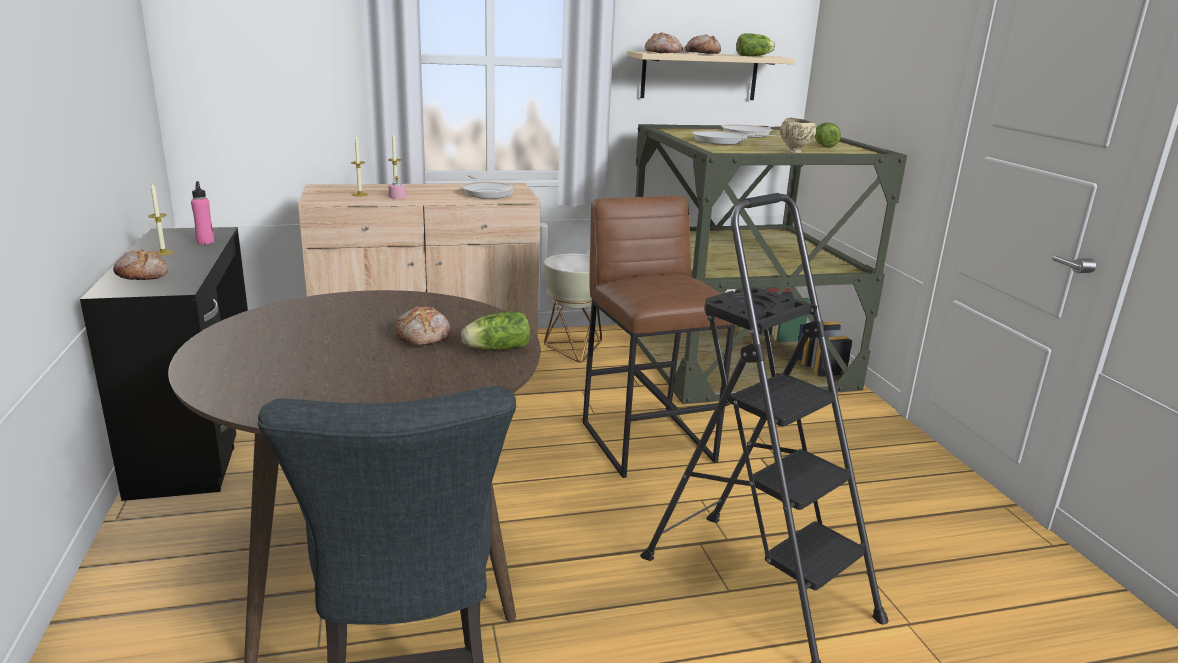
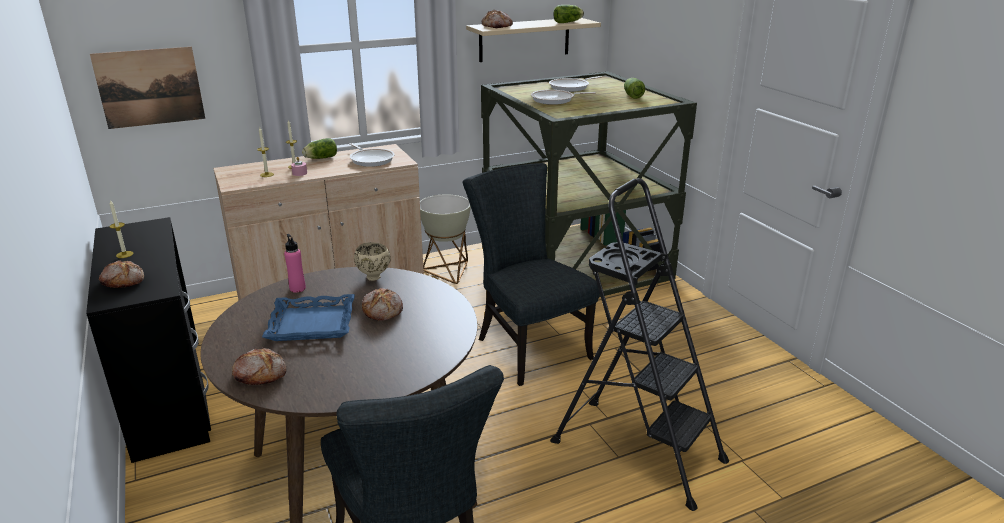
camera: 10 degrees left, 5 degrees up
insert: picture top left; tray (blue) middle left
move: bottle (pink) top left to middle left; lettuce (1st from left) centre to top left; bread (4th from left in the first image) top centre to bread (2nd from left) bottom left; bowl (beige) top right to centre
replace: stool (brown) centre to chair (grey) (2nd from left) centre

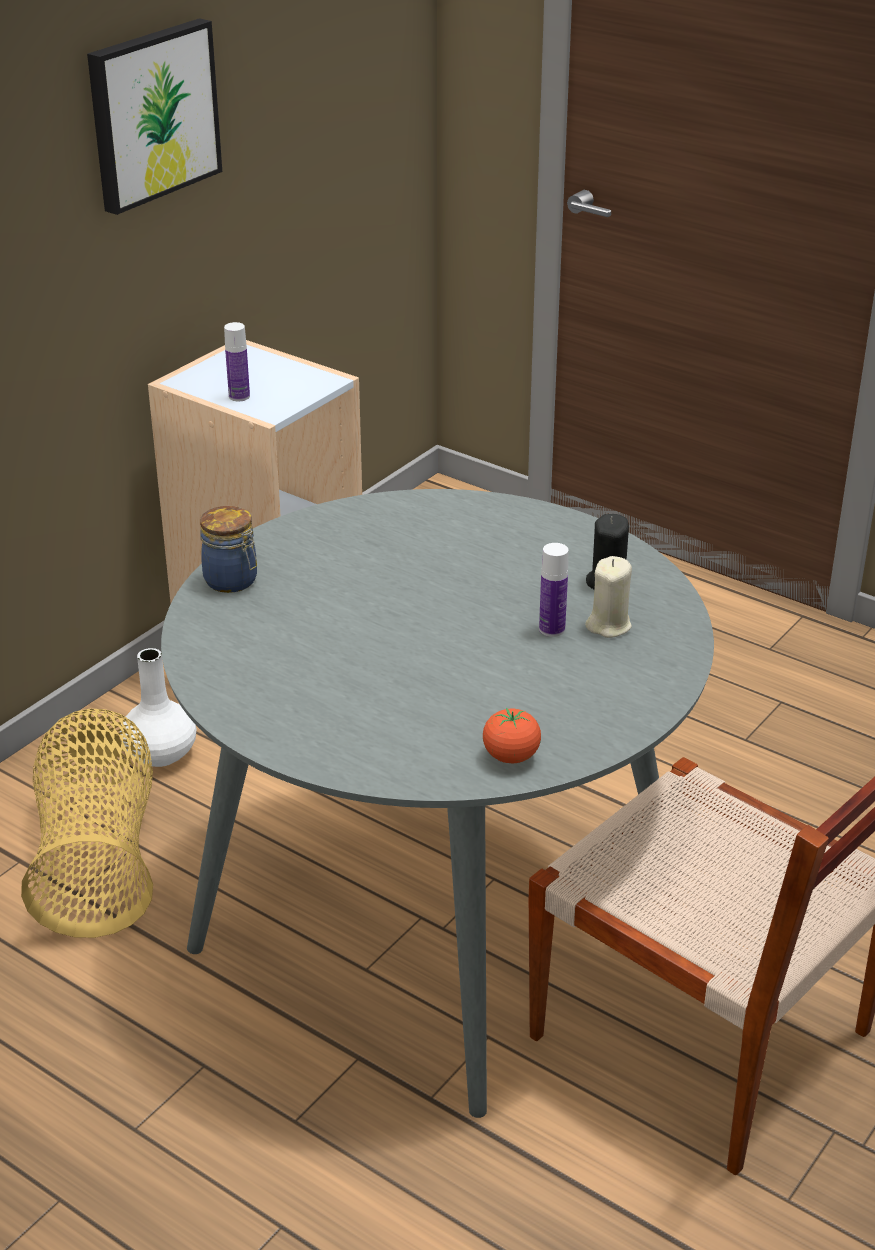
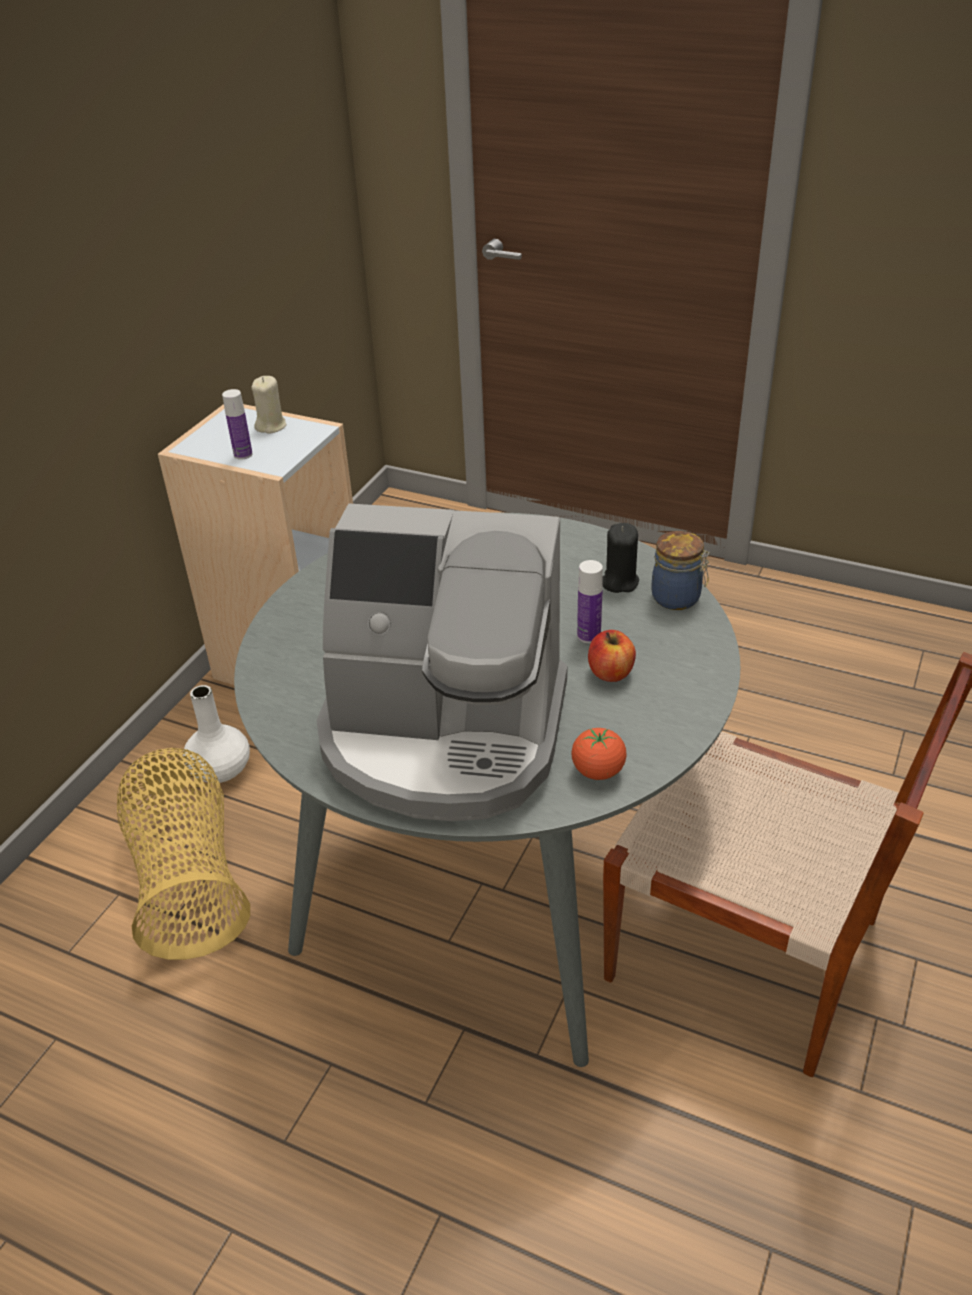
camera: 10 degrees left, 5 degrees up
delete: picture top left
insert: coffee machine centre; apple centre
move: jar middle left to middle right; candle (beige) middle right to top left

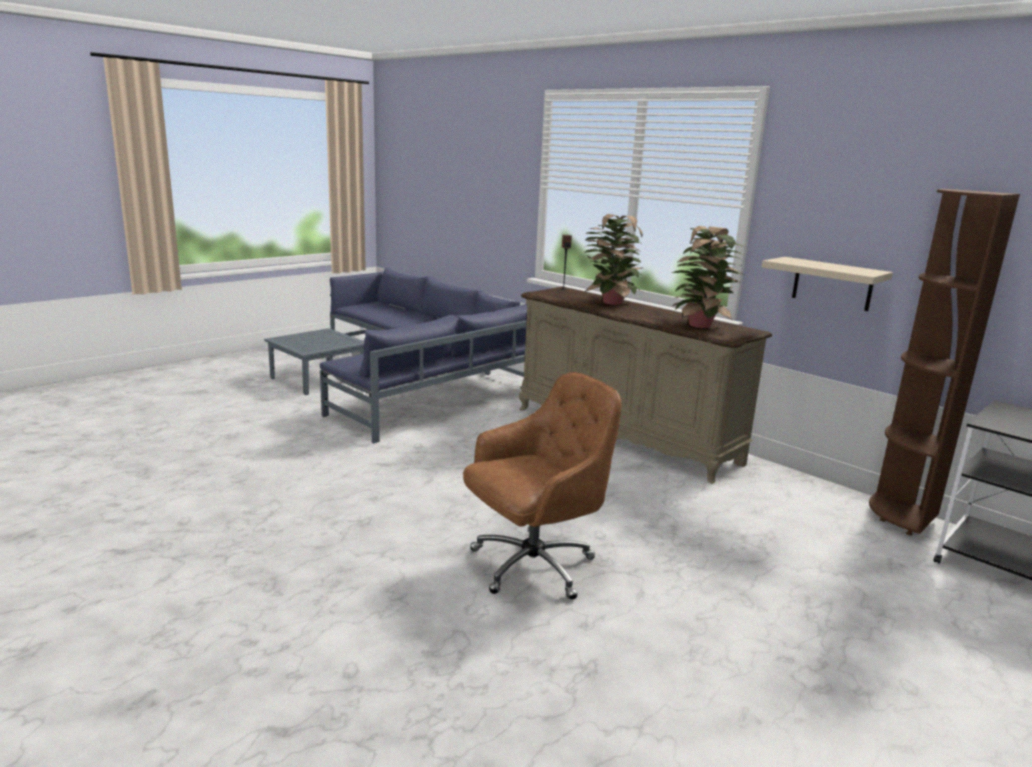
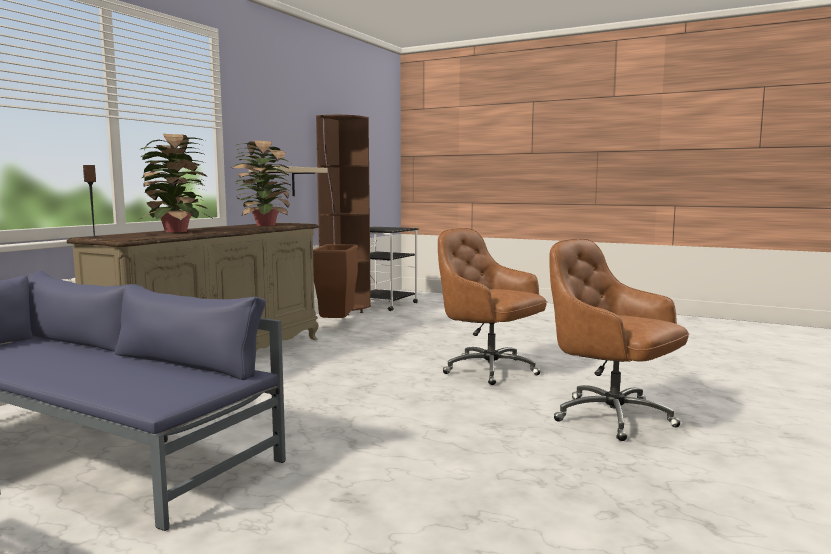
camera: 105 degrees left, 10 degrees down
insert: trash can (brown) centre; office chair (brown) (2nd from left) middle right

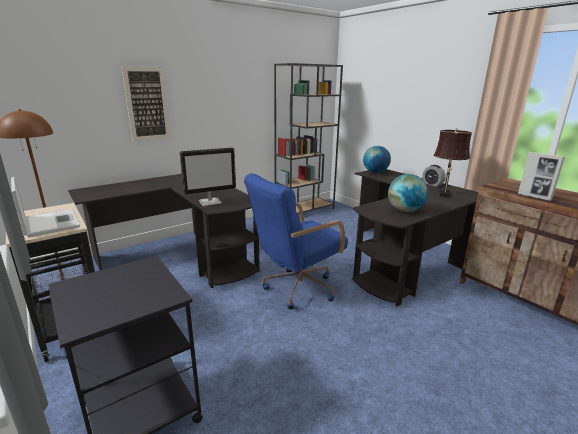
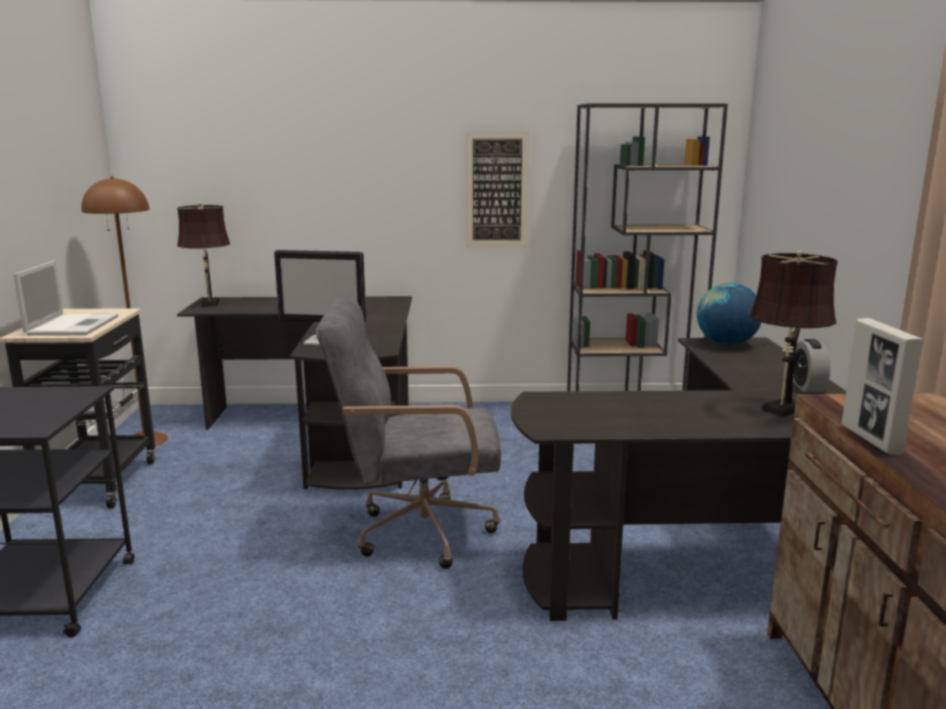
camera: 35 degrees right, 5 degrees down
delete: globe (2nd from left) middle right
insert: table lamp (brown) (1st from left) middle left
move: picture top left to top centre
recolor: office chair (blue) centre to office chair (grey) centre

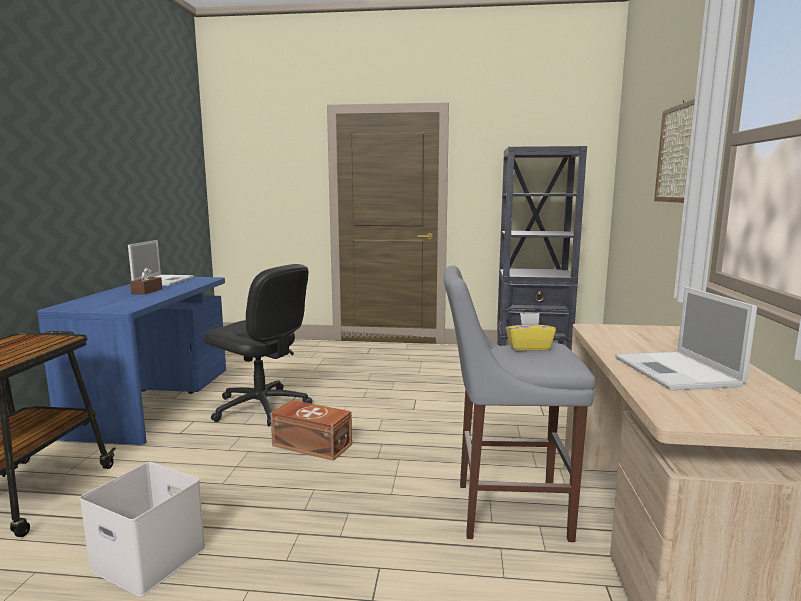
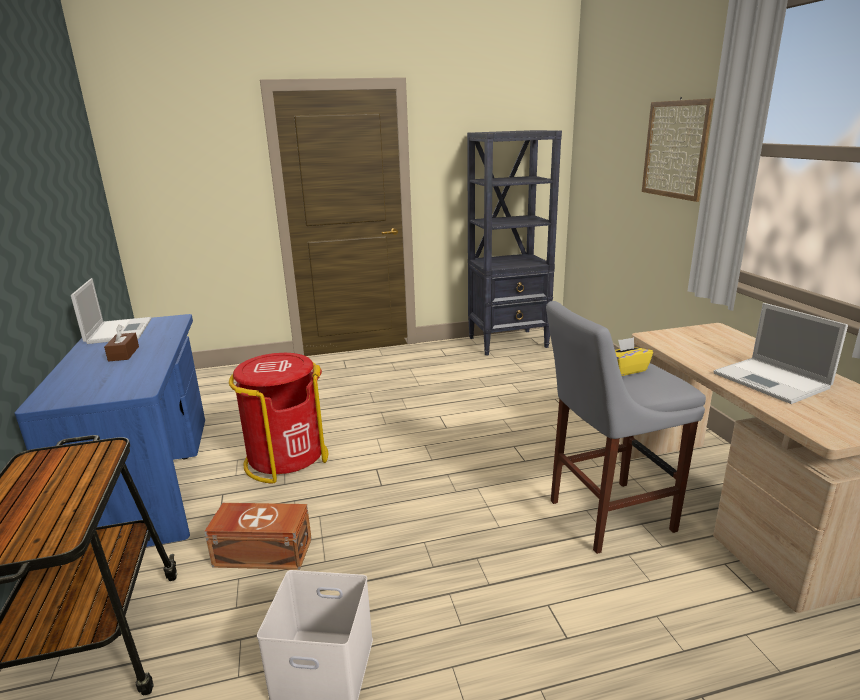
camera: 20 degrees left, 10 degrees up
move: storage box (brown) bottom centre to bottom left
replace: office chair (black) middle left to trash can (red) middle left

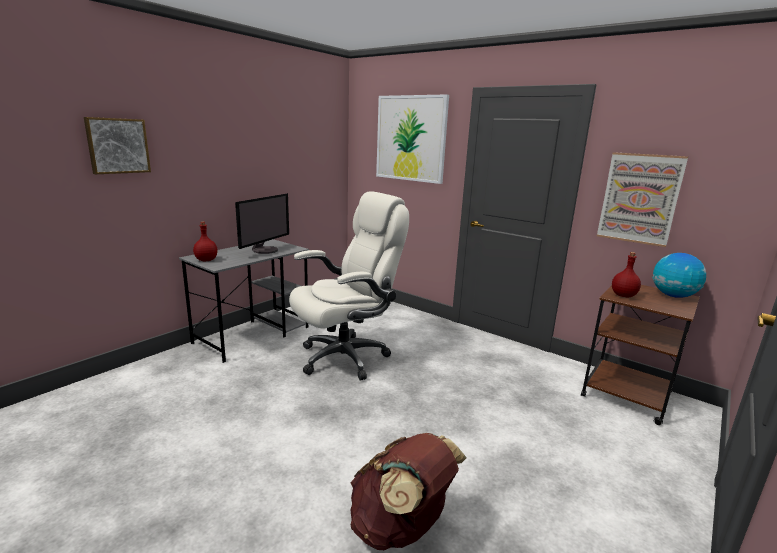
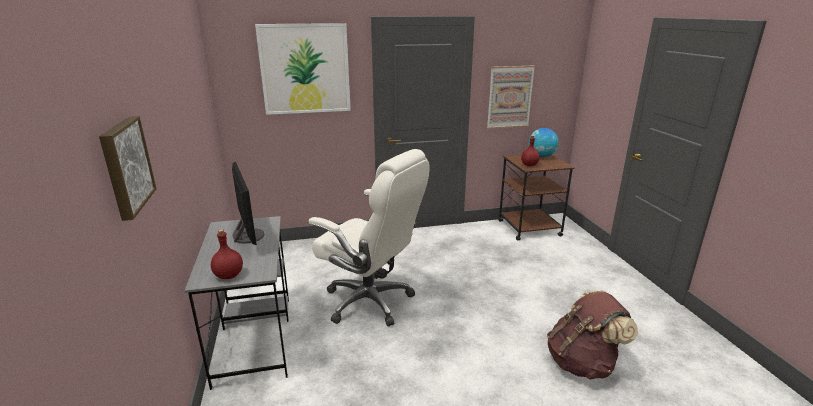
camera: 50 degrees left, 5 degrees up
rotate: office chair (white) centre = centre 120 degrees clockwise

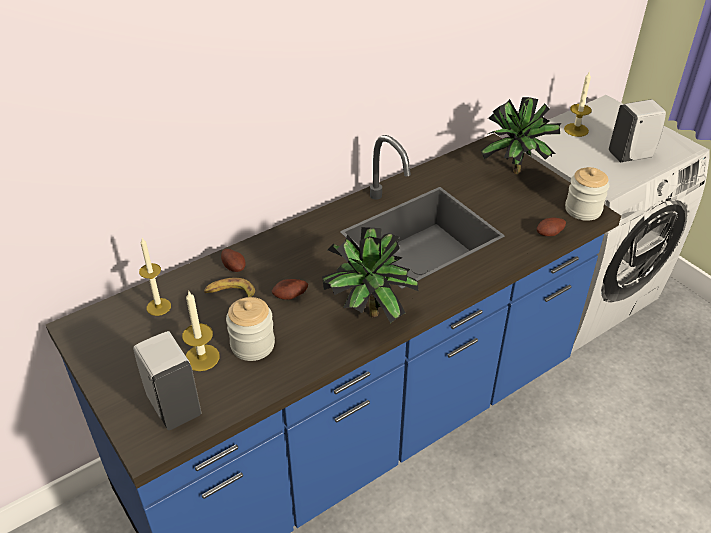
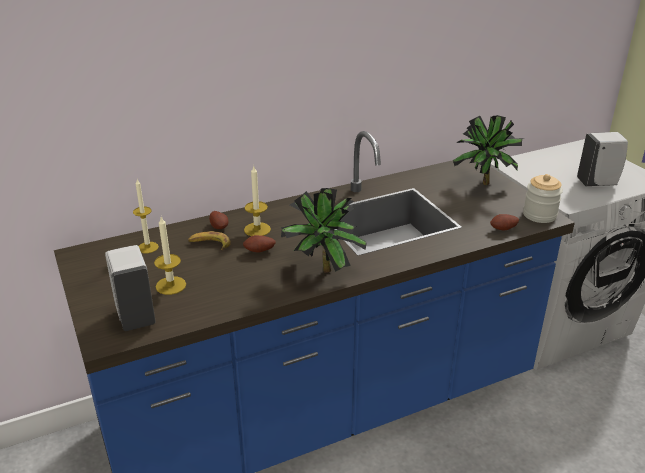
camera: 10 degrees right, 10 degrees down
delete: jar (1st from left) centre
move: candle (3rd from left) top right to centre

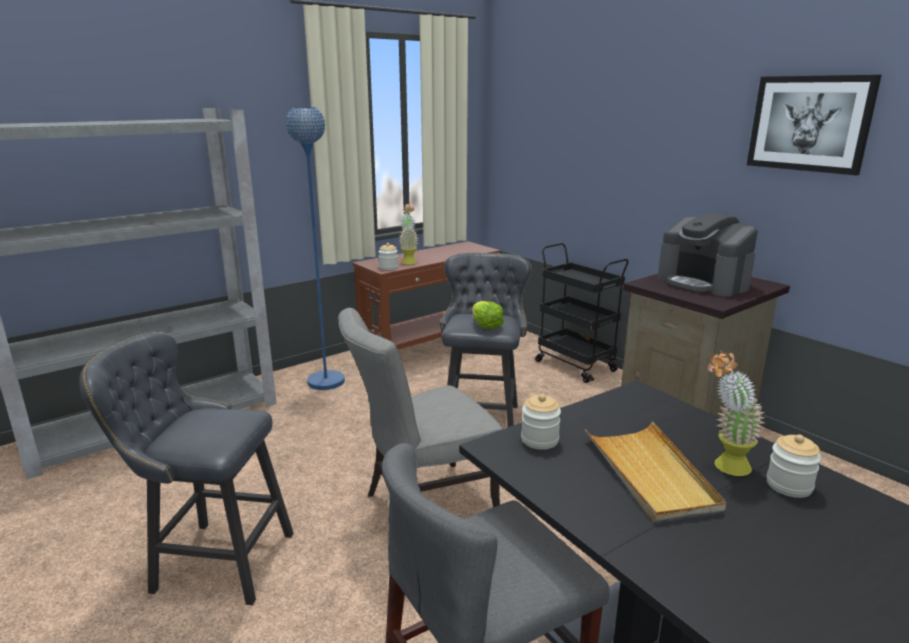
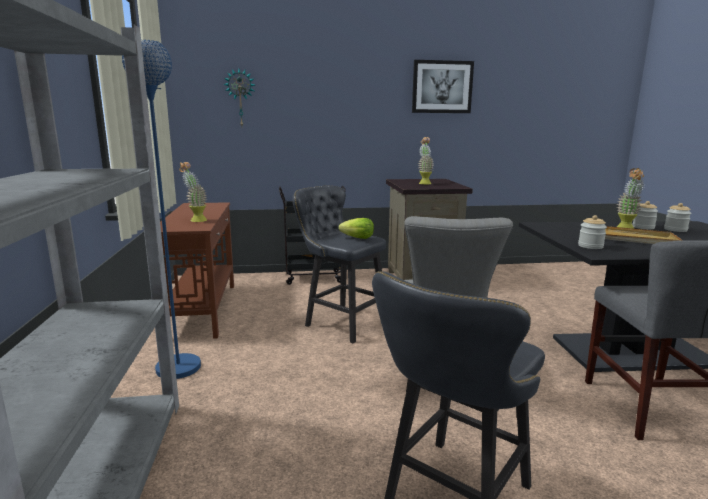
camera: 60 degrees left, 5 degrees down
insert: wall clock top centre
move: jar (1st from left in the first image) centre to jar (3rd from left) middle right
replace: coffee machine middle right to potted plant (2nd from left) top centre

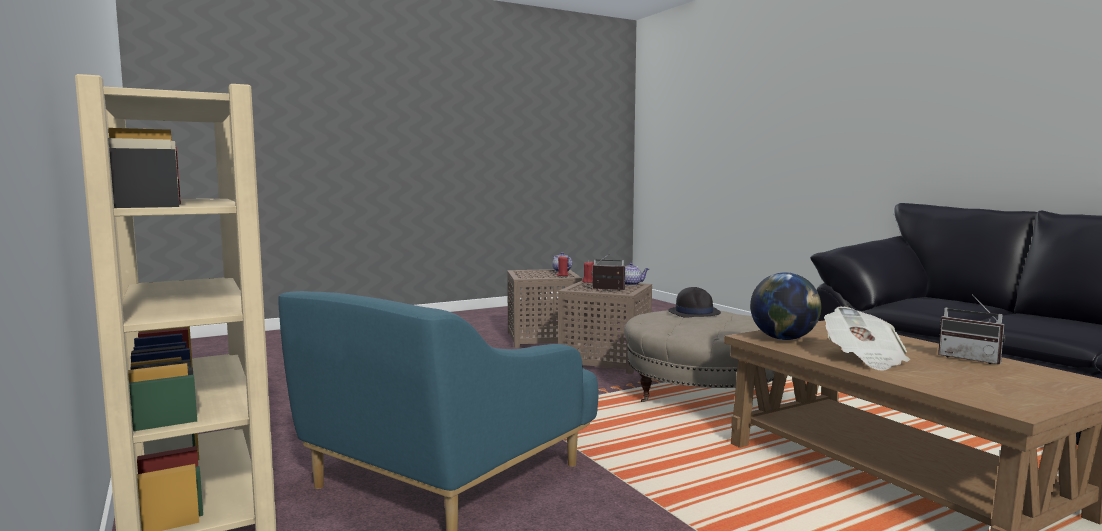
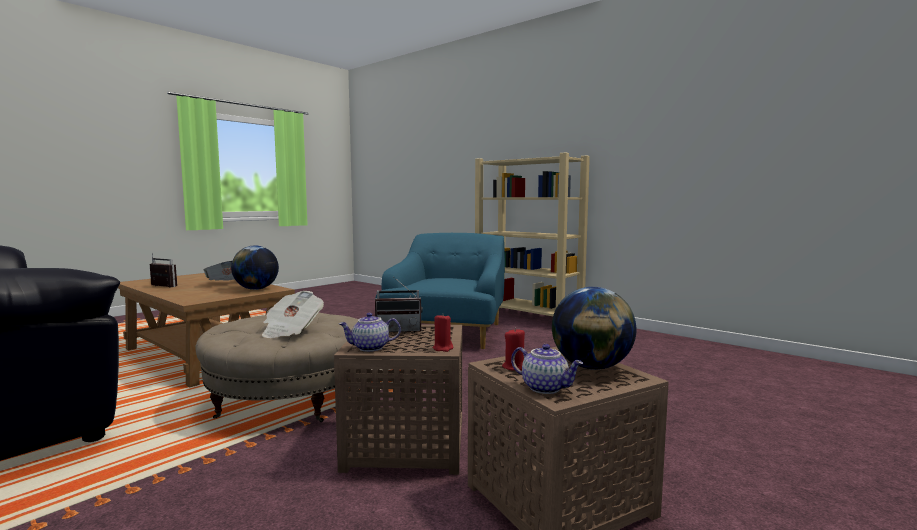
camera: 160 degrees right, 0 degrees up
insert: globe (2nd from left) centre
replace: hat (black) centre to newspaper (2nd from left) middle left

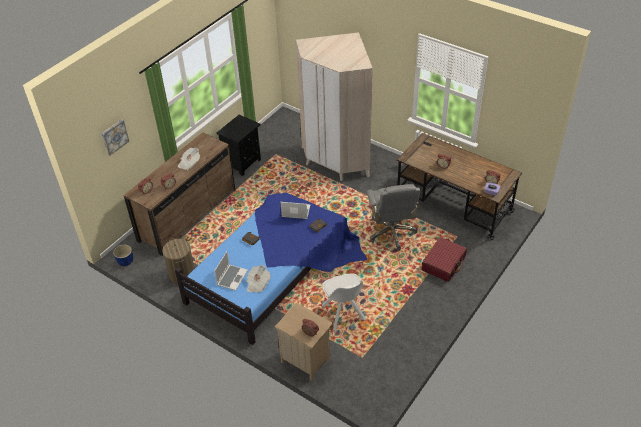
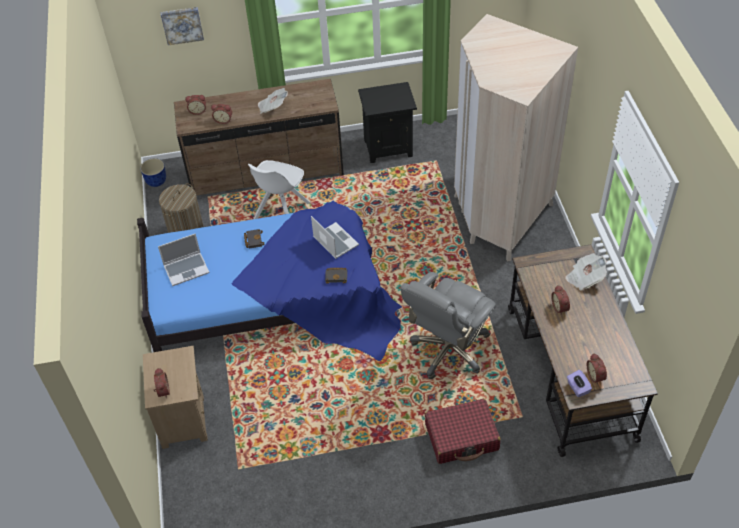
camera: 45 degrees right, 5 degrees up
move: newspaper (2nd from left) centre to middle right; chair (white) bottom centre to centre

